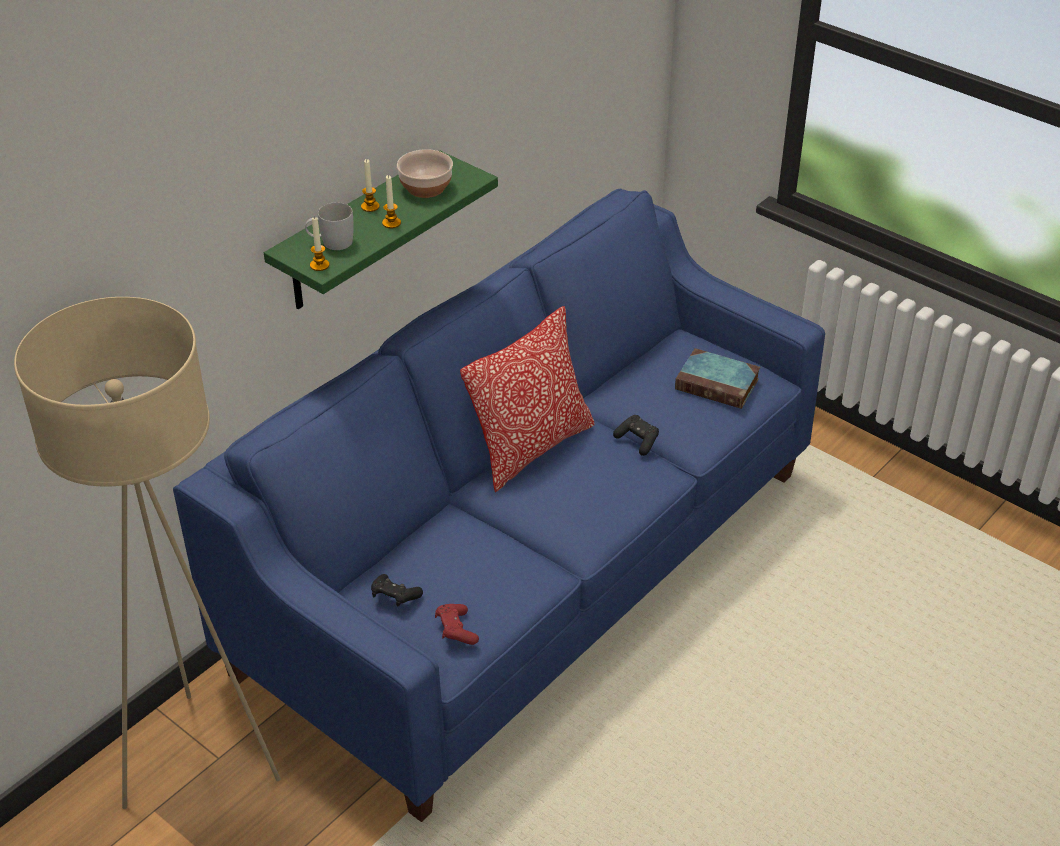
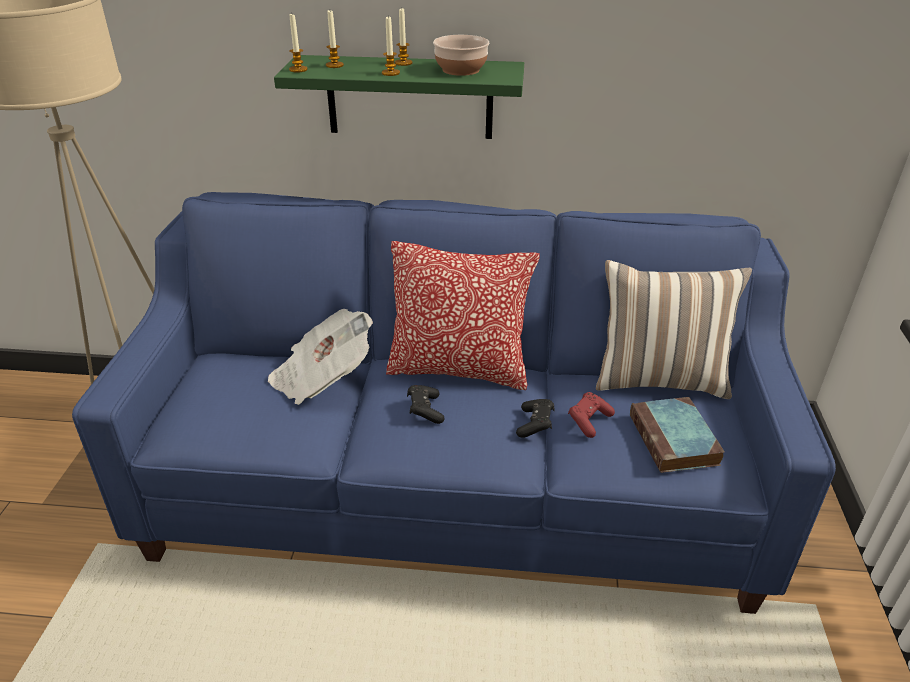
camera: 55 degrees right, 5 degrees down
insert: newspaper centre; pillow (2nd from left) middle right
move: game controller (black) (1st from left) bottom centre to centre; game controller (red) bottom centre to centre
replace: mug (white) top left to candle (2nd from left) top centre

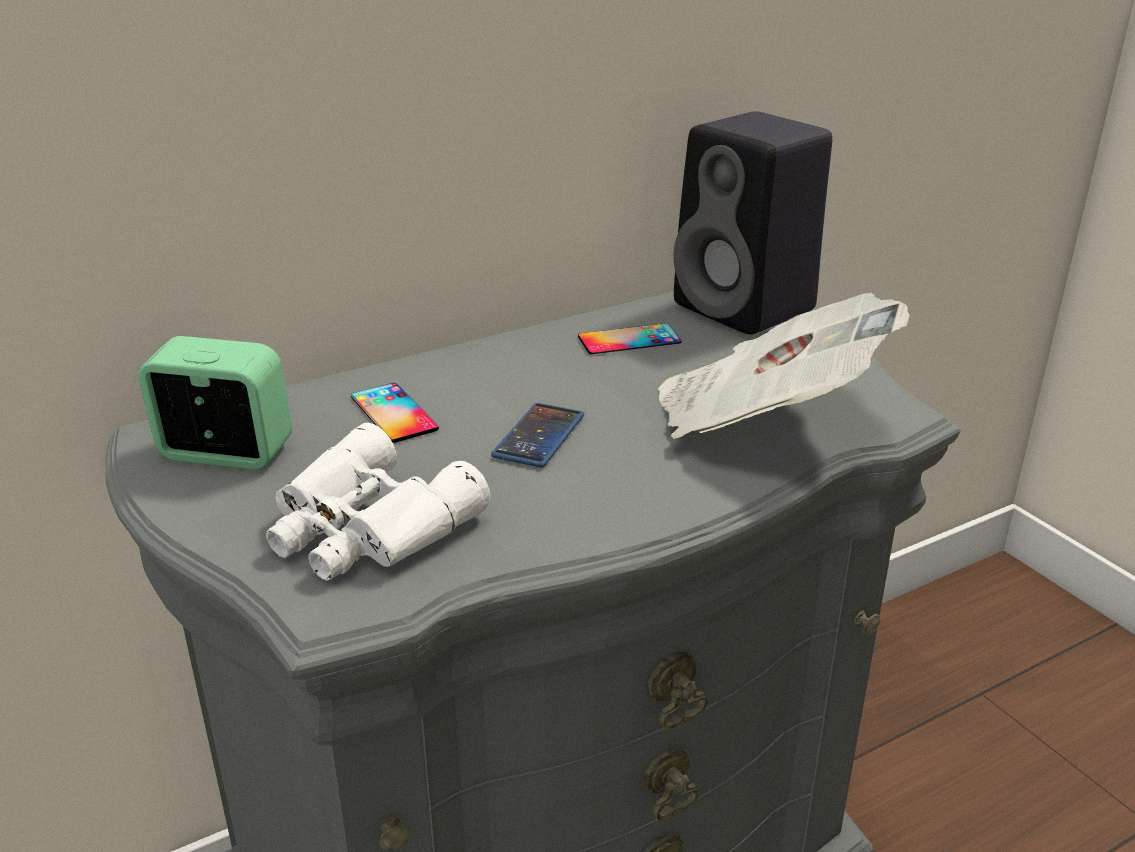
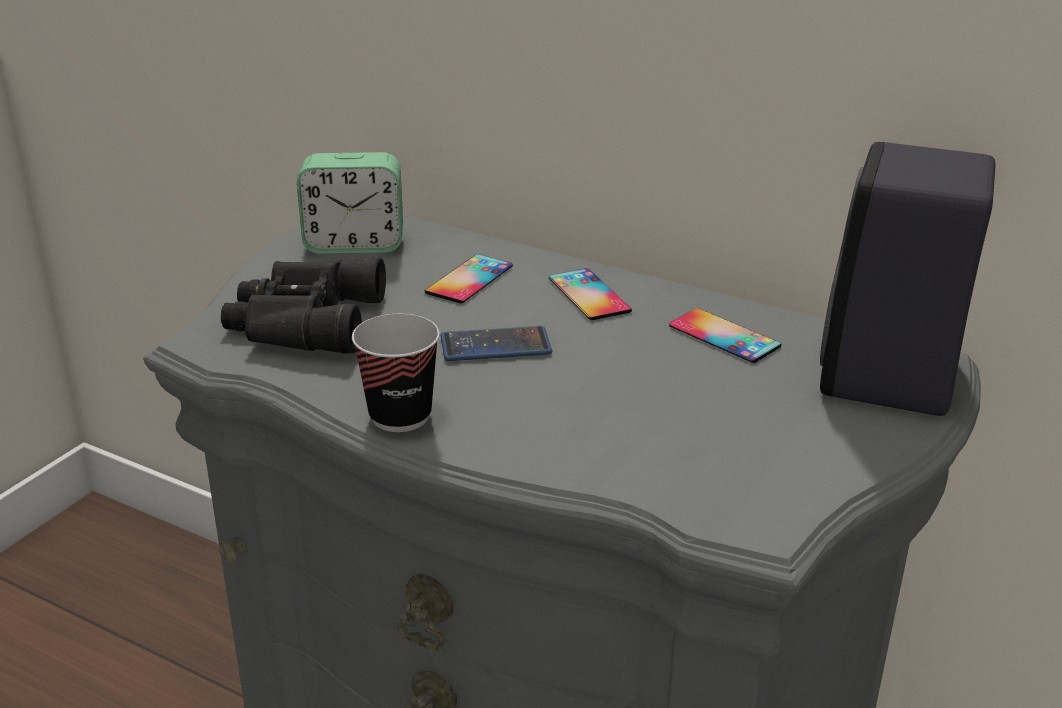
camera: 60 degrees right, 0 degrees up
delete: newspaper middle right
insert: cup centre; phone (3rd from left) centre
recolor: binoculars (white) middle left to binoculars (black) middle left
rotate: alarm clock middle left = top left 105 degrees clockwise

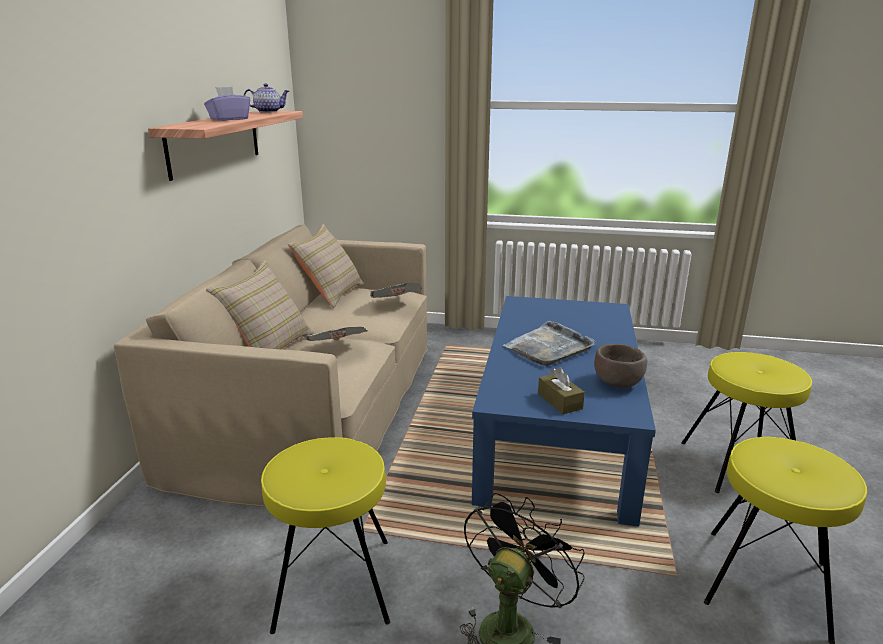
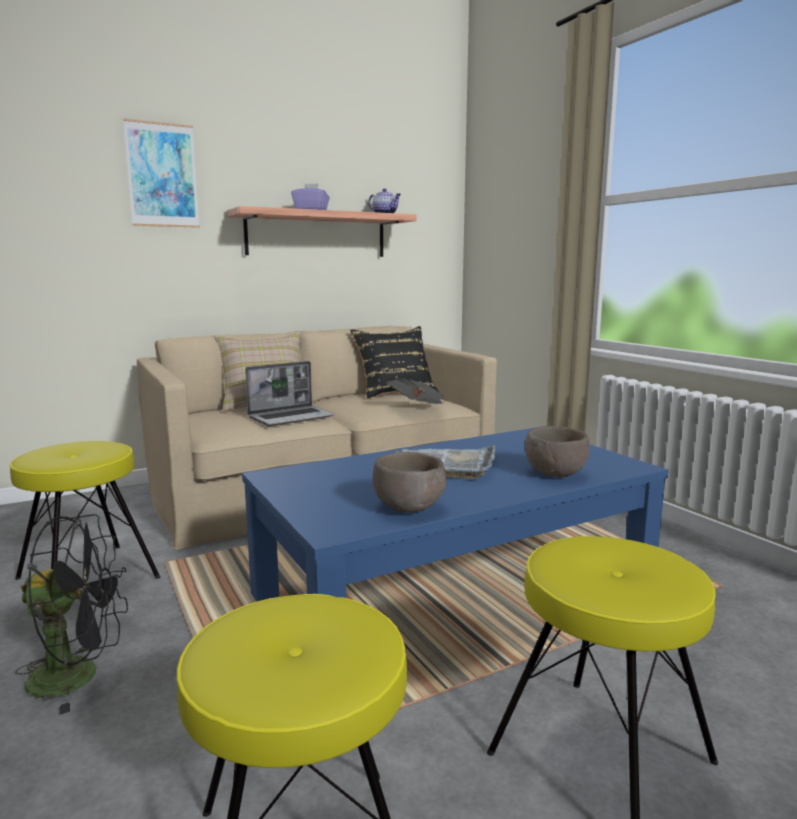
camera: 50 degrees right, 10 degrees down
delete: tissue box (brown) centre
insert: picture top left; bowl (brown) (2nd from left) middle right
replace: newspaper (1st from left) centre to laptop centre
recolor: pillow (beige) (2nd from left) centre to pillow (black) centre

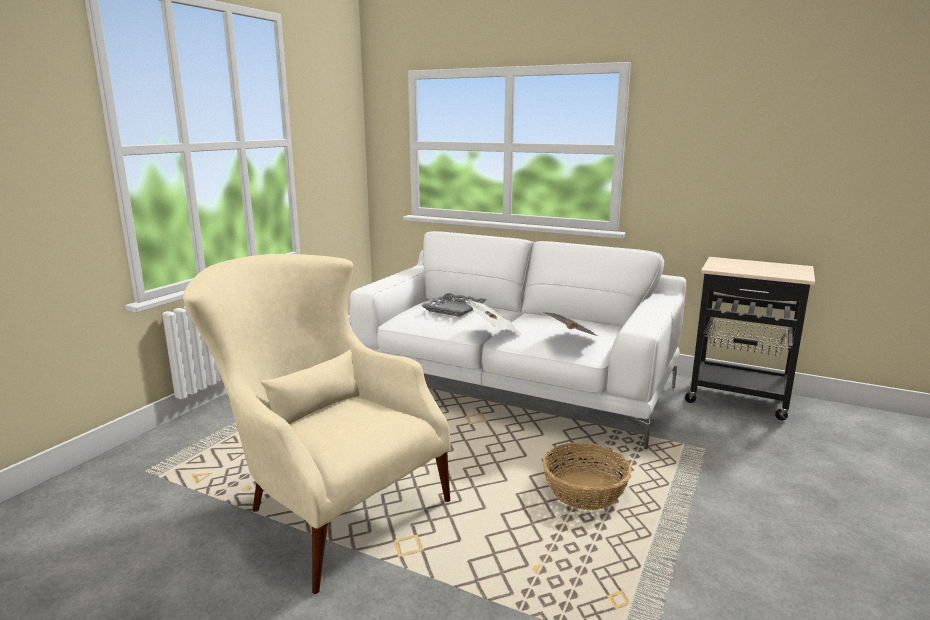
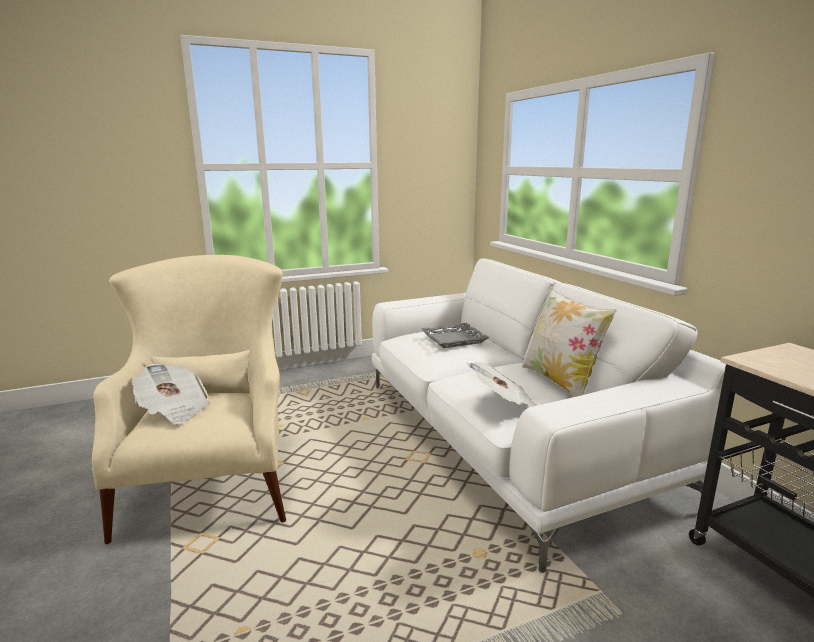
camera: 40 degrees right, 0 degrees up
delete: basket bottom centre
insert: pillow middle right
move: newspaper (1st from left) centre to middle left

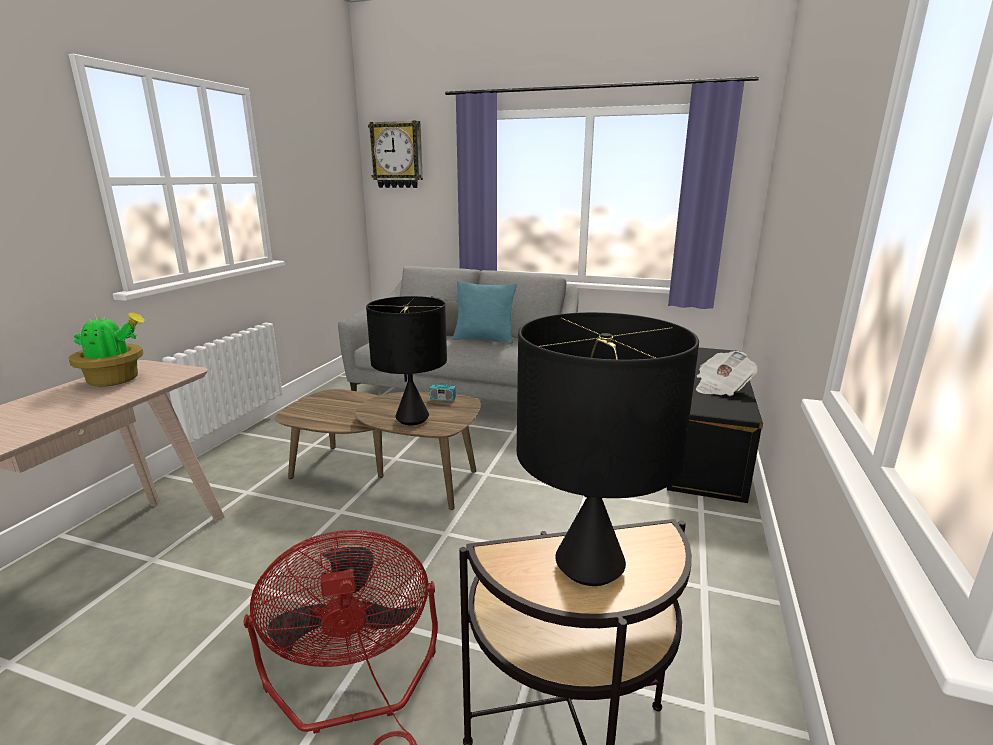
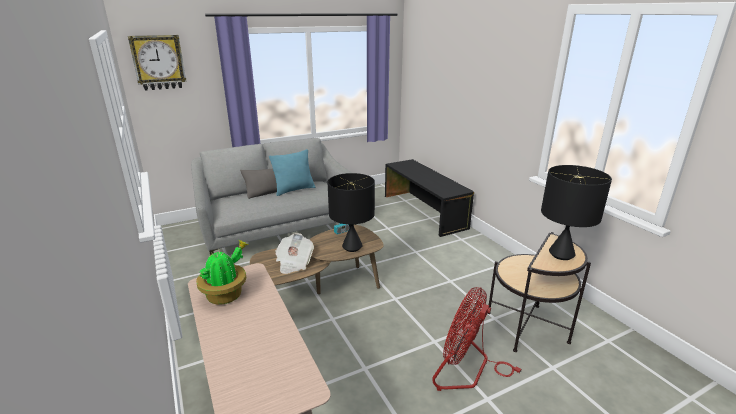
camera: 45 degrees left, 5 degrees up
move: newspaper middle right to centre

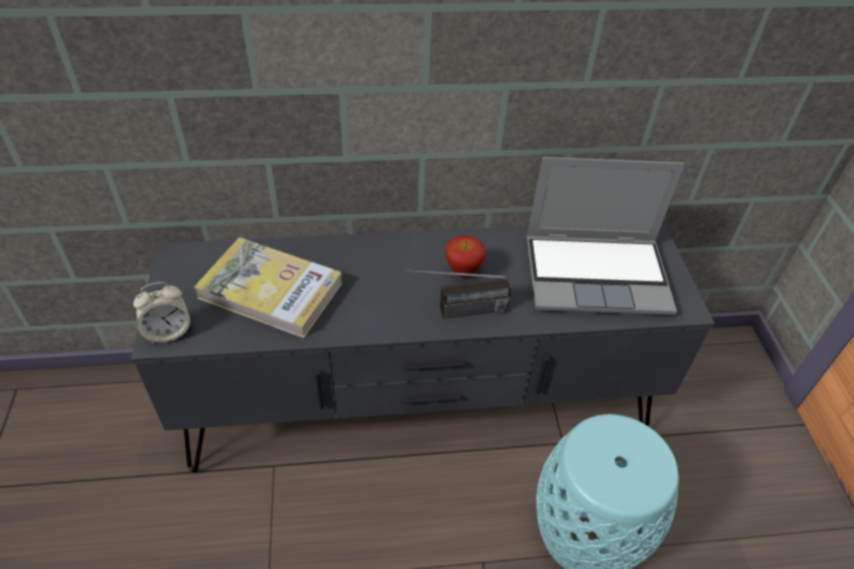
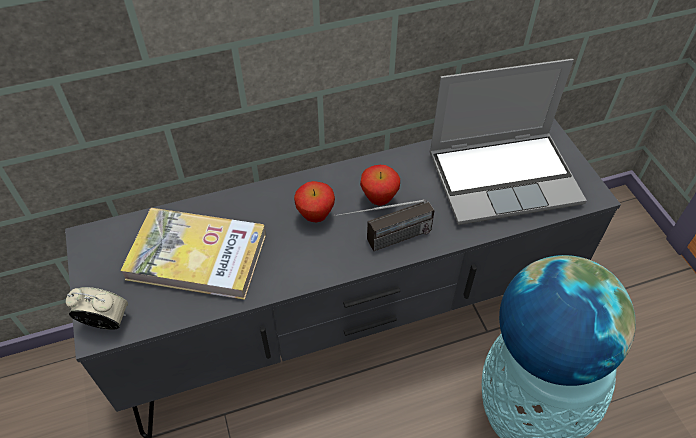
camera: 10 degrees left, 5 degrees up
insert: apple (1st from left) centre; globe bottom right
rotate: alarm clock middle left = bottom left 135 degrees counterclockwise

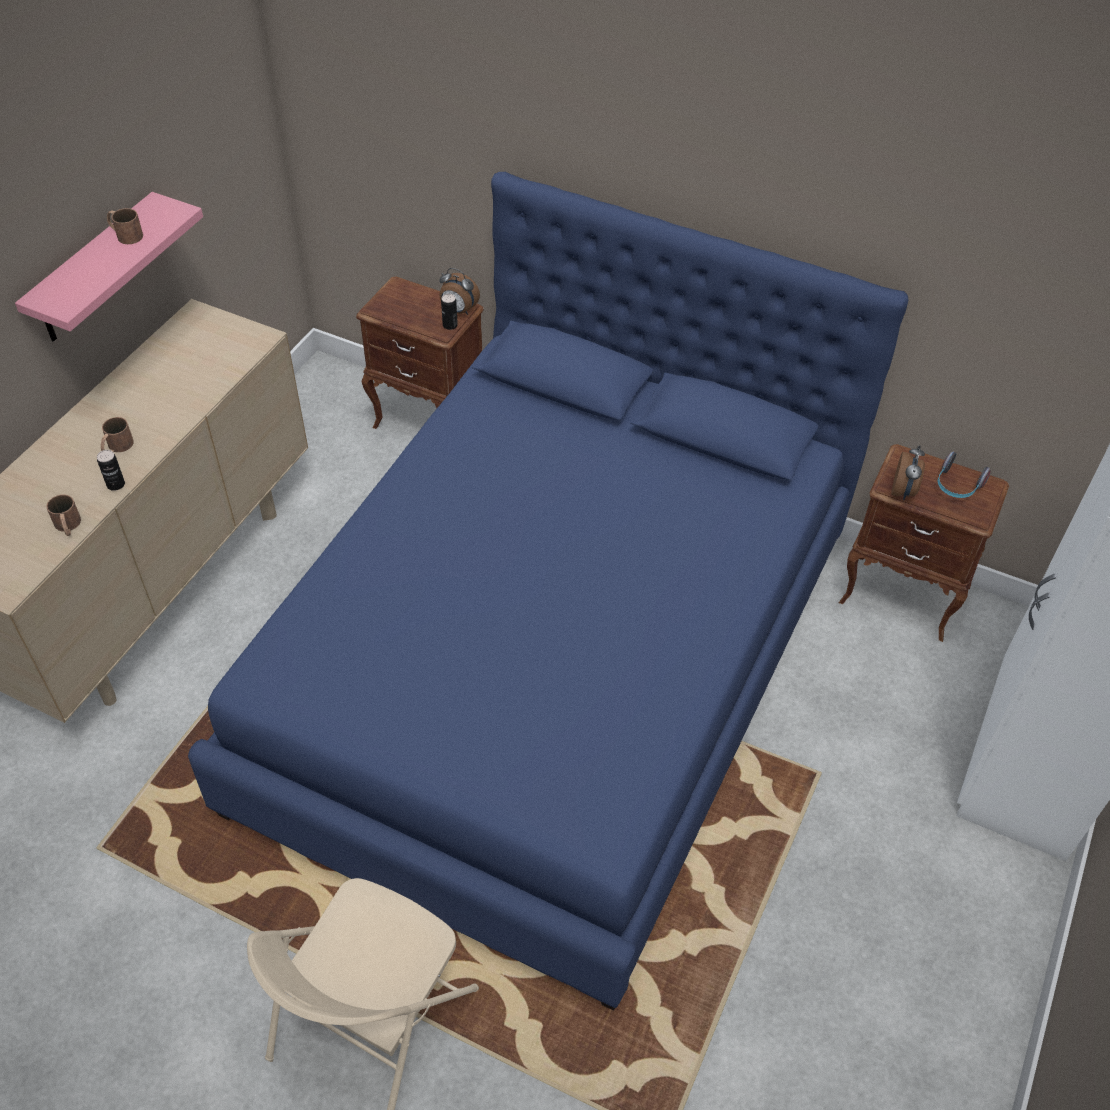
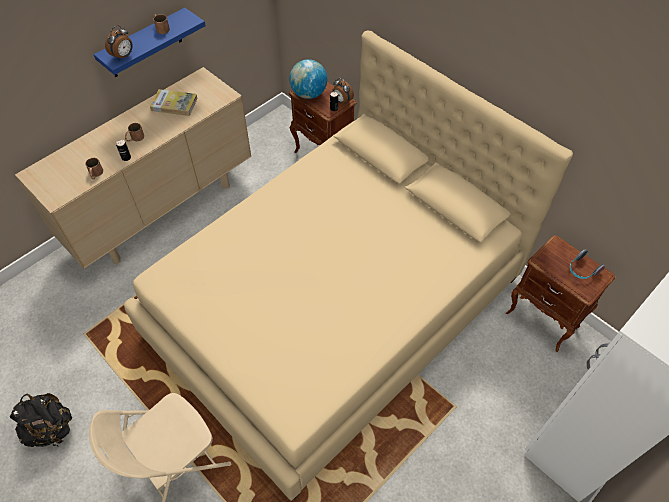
camera: 20 degrees right, 5 degrees up
insert: backpack (black) bottom left; book top left; globe top centre
move: alarm clock (2nd from left in the first image) middle right to alarm clock (1st from left) top left
recolor: shelf (pink) top left to shelf (blue) top left; bed (blue) centre to bed (beige) centre

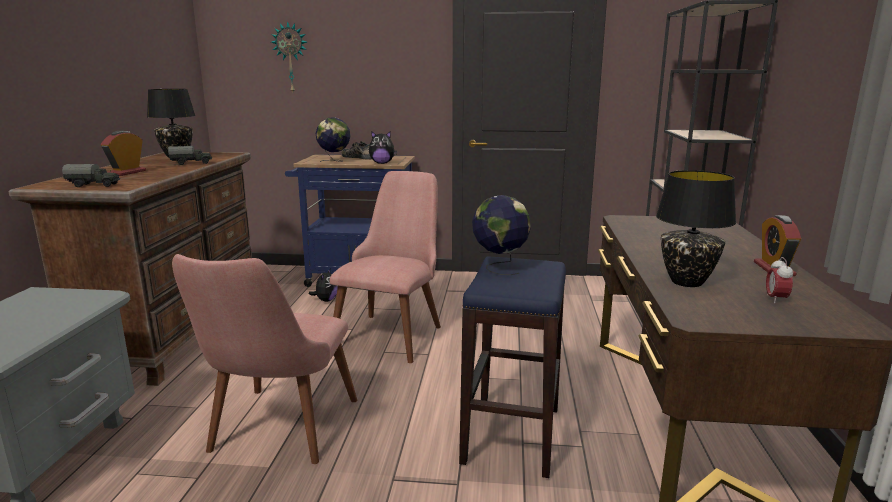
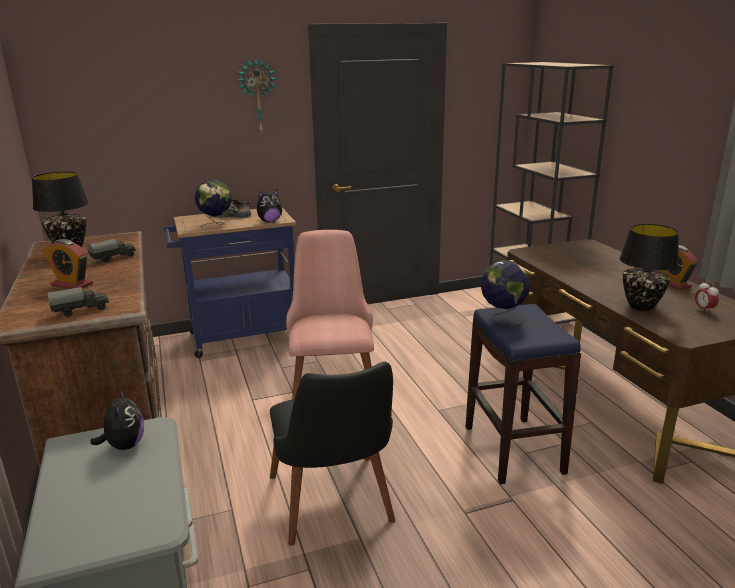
camera: 25 degrees left, 5 degrees up
move: wall clock top left to top centre; plush toy (1st from left) centre to bottom left
recolor: chair (pink) (1st from left) bottom left to chair (black) bottom centre
rotate: alarm clock (1st from left) top left = middle left 60 degrees counterclockwise

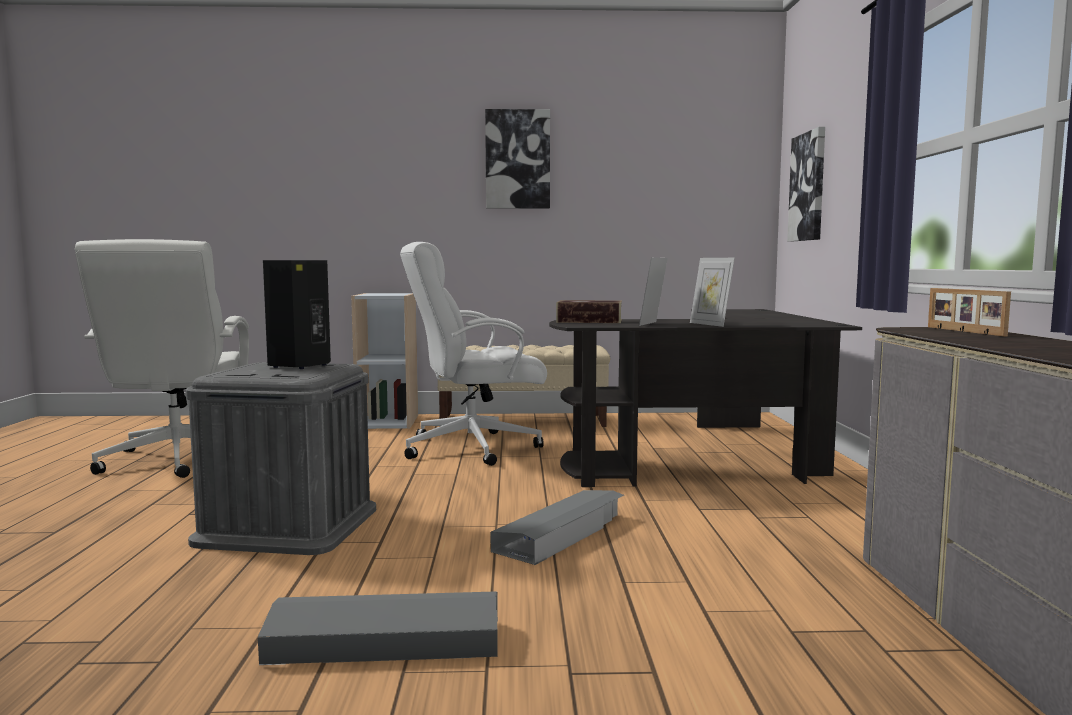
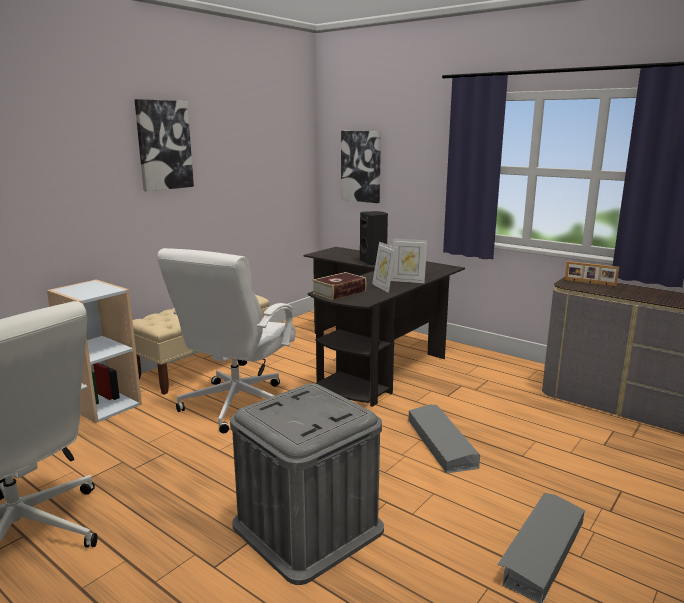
camera: 50 degrees left, 10 degrees up
move: speaker (black) middle left to centre

